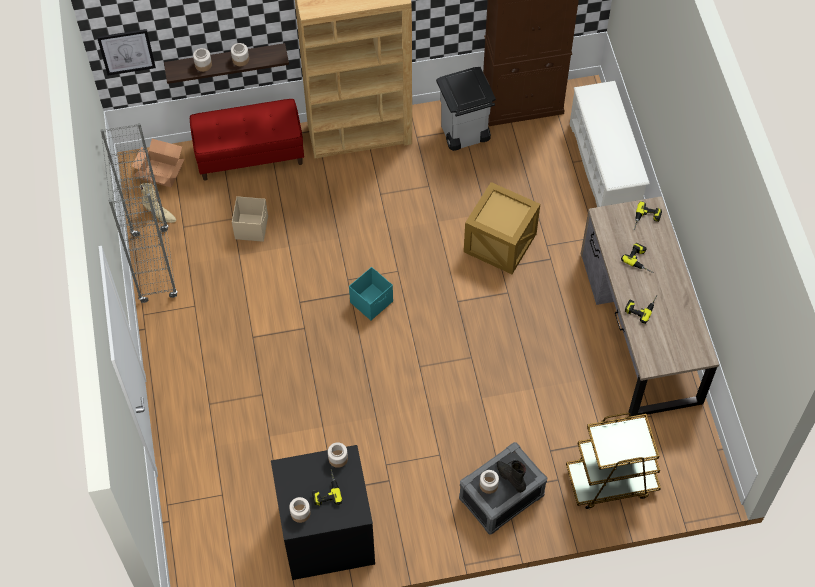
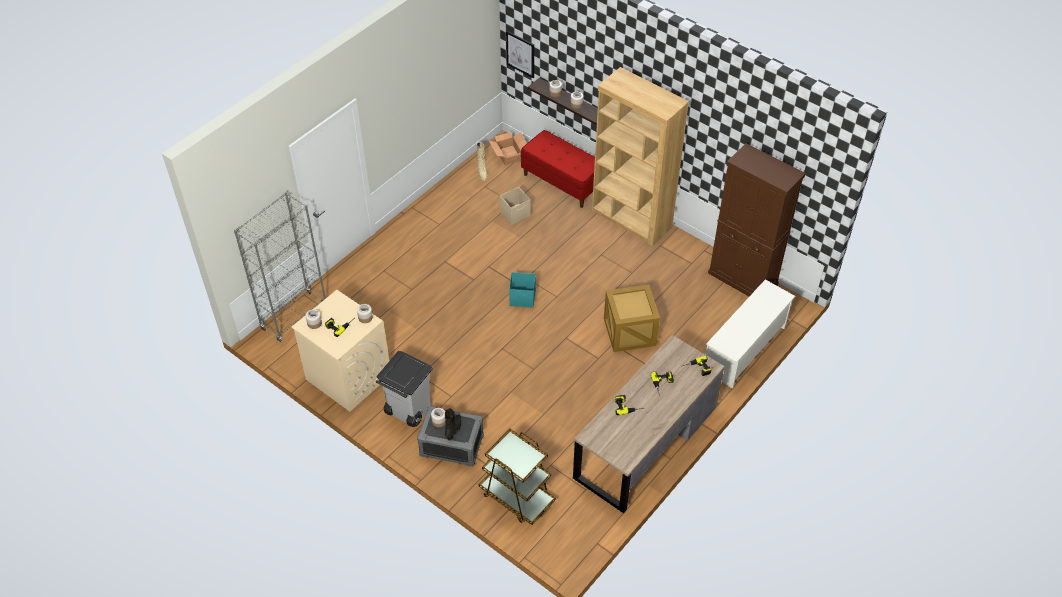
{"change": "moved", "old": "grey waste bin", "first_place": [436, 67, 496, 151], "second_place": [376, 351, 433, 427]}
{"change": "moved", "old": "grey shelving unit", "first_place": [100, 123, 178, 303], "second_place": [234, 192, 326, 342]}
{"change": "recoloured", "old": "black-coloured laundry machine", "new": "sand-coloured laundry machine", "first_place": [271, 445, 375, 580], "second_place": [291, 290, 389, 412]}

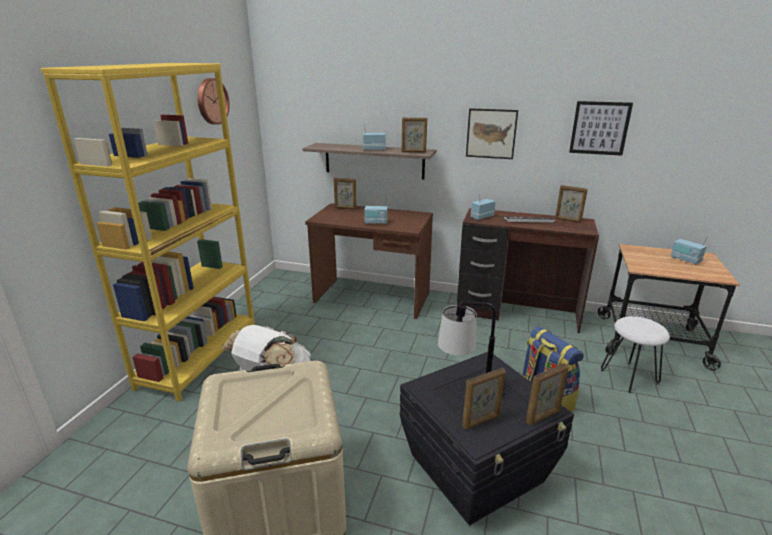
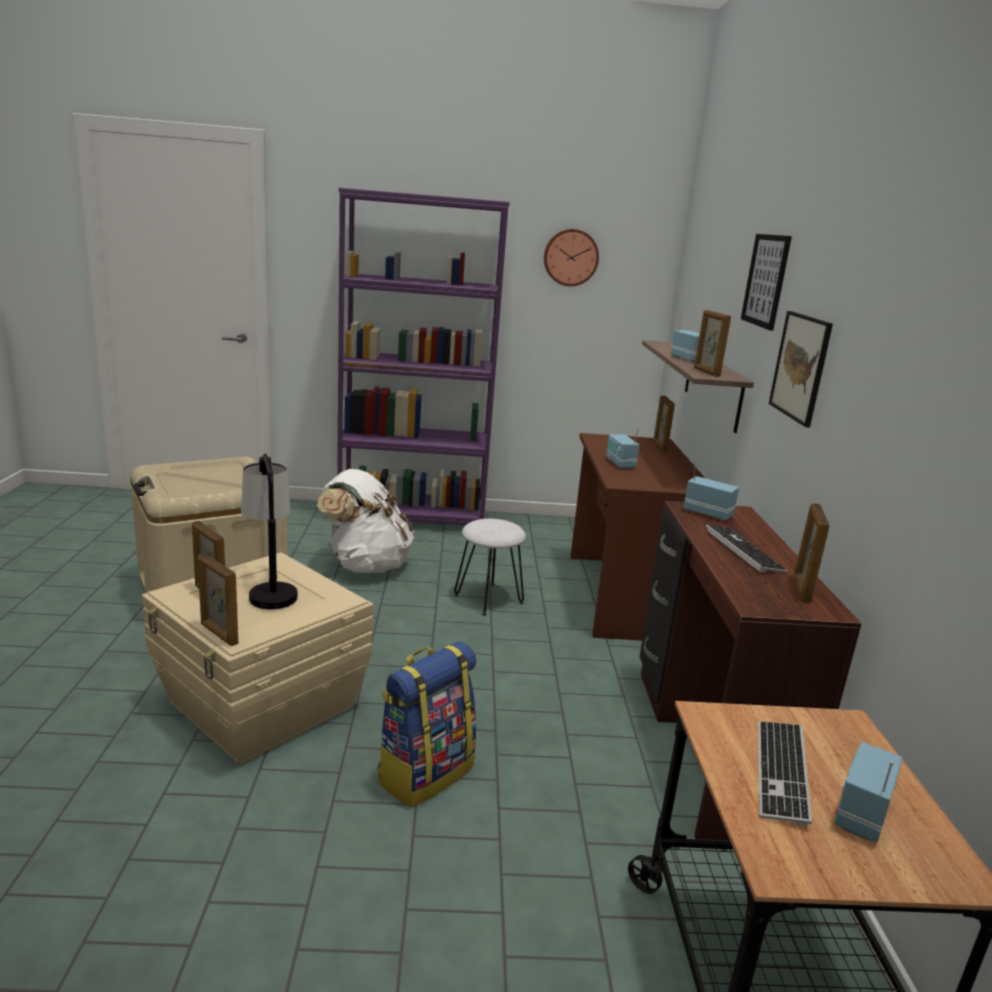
{"change": "recoloured", "old": "yellow shelving unit", "new": "purple shelving unit", "first_place": [41, 63, 255, 402], "second_place": [337, 188, 510, 525]}
{"change": "moved", "old": "wall art", "first_place": [569, 101, 633, 156], "second_place": [741, 234, 792, 331]}
{"change": "moved", "old": "white-coloured sitting stool", "first_place": [601, 316, 670, 393], "second_place": [454, 519, 526, 616]}
{"change": "recoloured", "old": "black-coloured storage box", "new": "sand-coloured storage box", "first_place": [400, 352, 574, 525], "second_place": [142, 552, 373, 765]}
{"change": "added", "new": "PC keyboard", "second_place": [758, 721, 812, 826]}

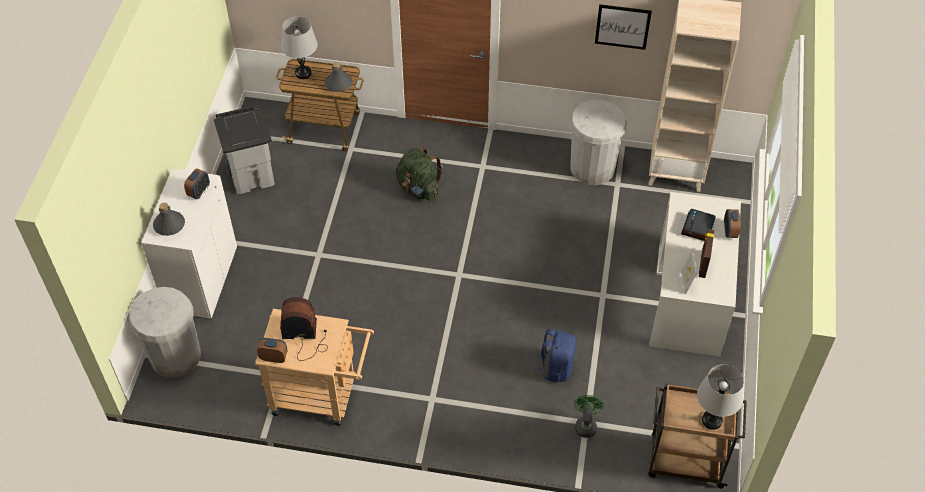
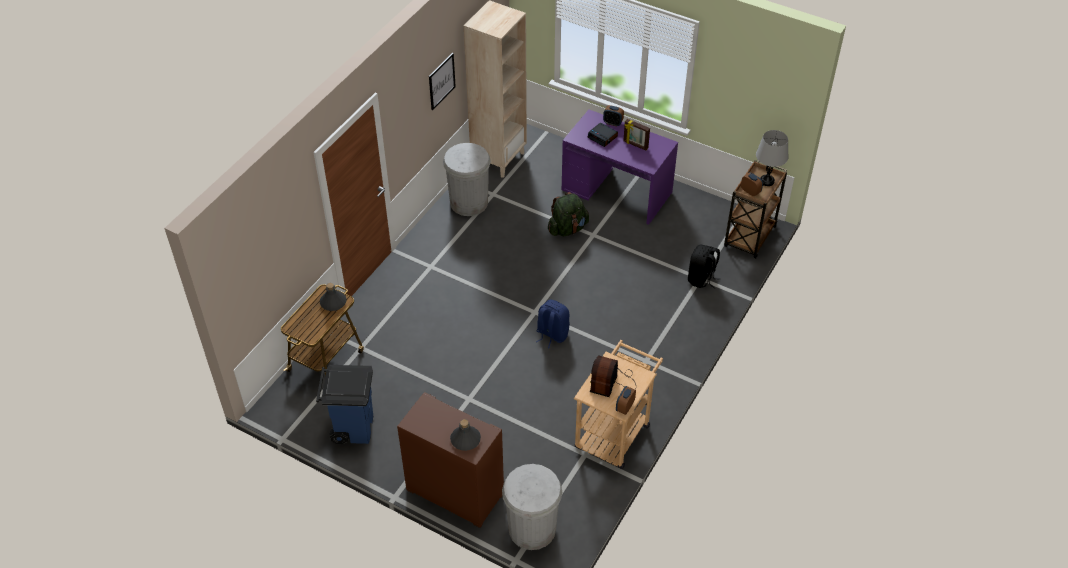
{"change": "removed", "old": "grey lamp for a table", "first_place": [281, 16, 318, 79]}
{"change": "recoloured", "old": "grey waste bin", "new": "blue waste bin", "first_place": [214, 105, 275, 194], "second_place": [316, 365, 373, 444]}
{"change": "moved", "old": "green-coloured rucksack", "first_place": [396, 148, 443, 201], "second_place": [548, 192, 589, 236]}
{"change": "recoloured", "old": "white-coloured cupboard", "new": "brown-coloured cupboard", "first_place": [141, 169, 237, 320], "second_place": [397, 392, 504, 528]}
{"change": "moved", "old": "bedside clock", "first_place": [184, 169, 210, 199], "second_place": [741, 172, 763, 196]}
{"change": "recoloured", "old": "white-coloured desk table", "new": "purple desk table", "first_place": [649, 192, 741, 357], "second_place": [562, 109, 678, 225]}
{"change": "removed", "old": "picture frame", "first_place": [681, 248, 698, 294]}
{"change": "moved", "old": "blue rucksack", "first_place": [533, 329, 576, 383], "second_place": [536, 299, 570, 349]}
{"change": "replaced", "old": "green-coloured electric fan", "new": "black-coloured rucksack", "first_place": [574, 395, 604, 438], "second_place": [688, 245, 721, 289]}

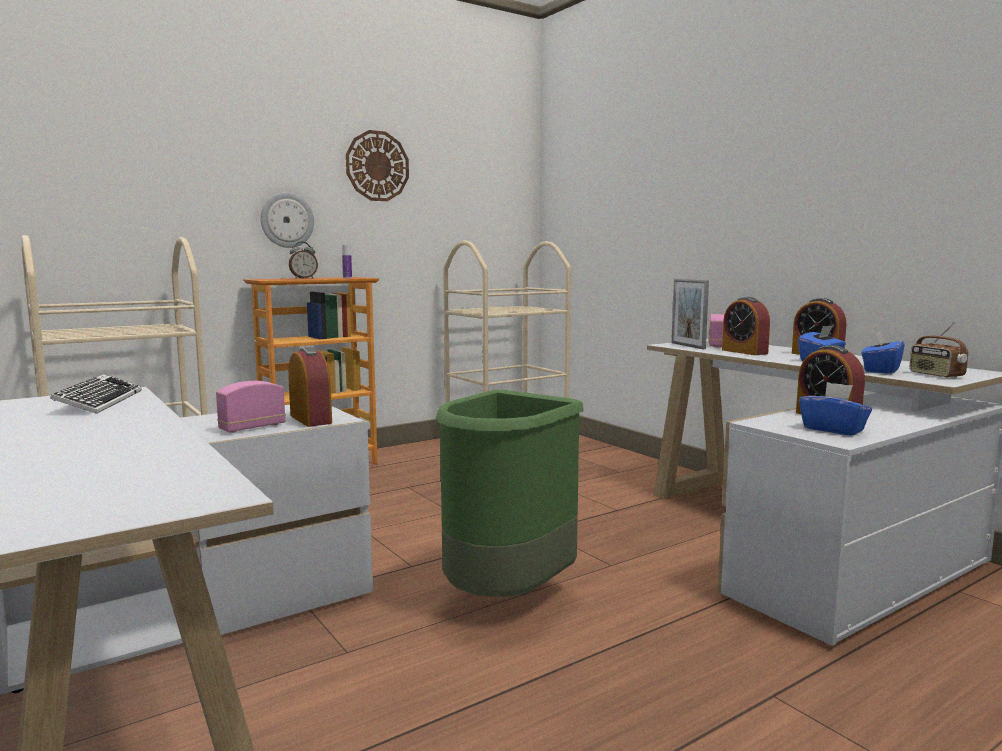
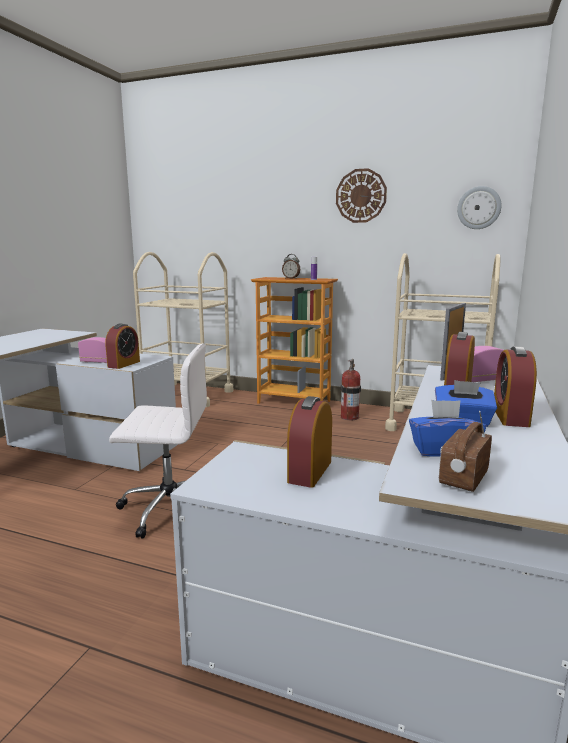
{"change": "moved", "old": "hanging clock", "first_place": [260, 192, 314, 248], "second_place": [457, 186, 502, 229]}
{"change": "removed", "old": "PC keyboard", "first_place": [50, 374, 142, 414]}
{"change": "removed", "old": "blue tissue holder", "first_place": [799, 382, 872, 436]}
{"change": "replaced", "old": "green-coloured waste bin", "new": "white-coloured computer chair", "first_place": [435, 390, 584, 597], "second_place": [109, 343, 207, 539]}
{"change": "added", "new": "fire-fighting cylinder", "second_place": [341, 359, 361, 420]}

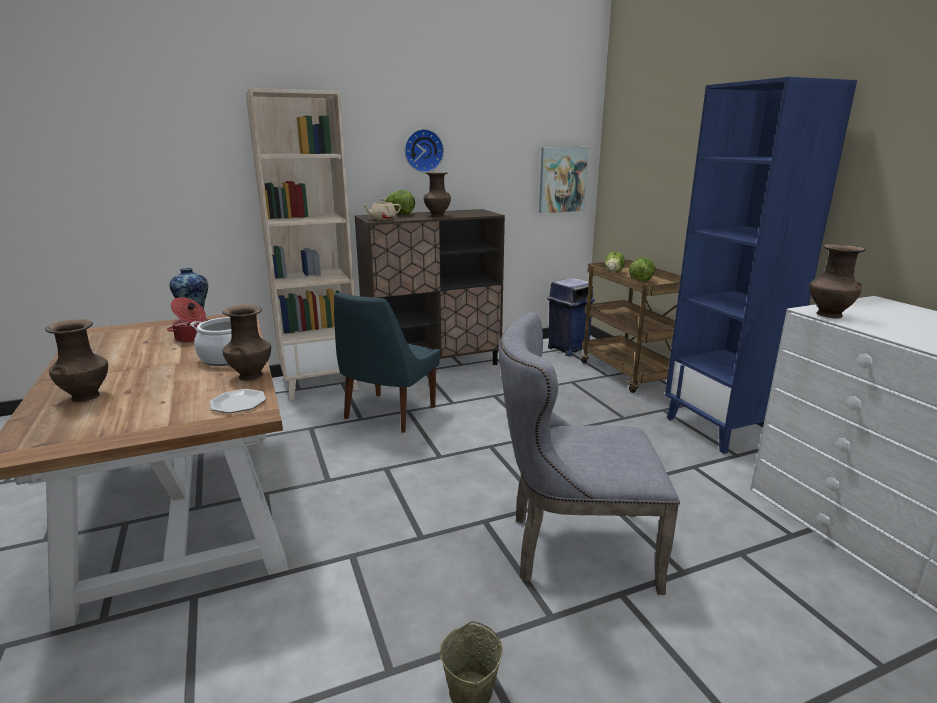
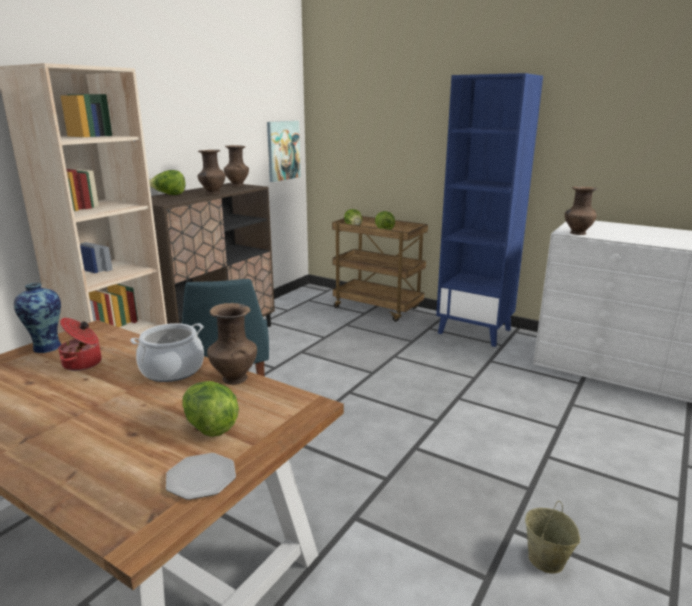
{"change": "removed", "old": "hanging clock", "first_place": [405, 129, 444, 172]}
{"change": "removed", "old": "sand-coloured teapot", "first_place": [362, 199, 401, 220]}
{"change": "removed", "old": "blue waste bin", "first_place": [547, 278, 595, 356]}
{"change": "removed", "old": "grey upright chair", "first_place": [499, 312, 680, 595]}
{"change": "moved", "old": "brown-coloured decorative vase", "first_place": [45, 319, 108, 402], "second_place": [224, 145, 249, 187]}
{"change": "moved", "old": "dinner plate", "first_place": [210, 389, 266, 413], "second_place": [166, 453, 236, 500]}
{"change": "added", "new": "lettuce head", "second_place": [182, 381, 239, 437]}

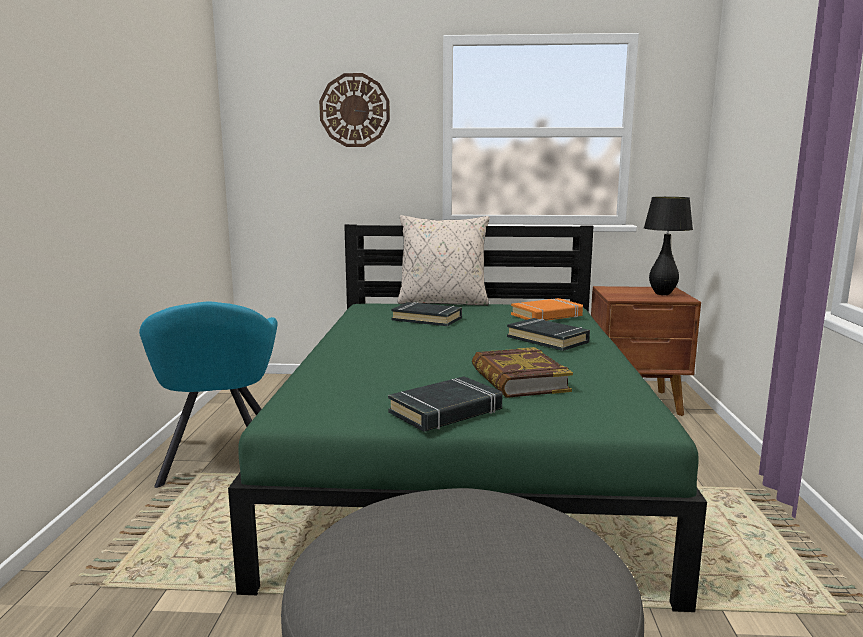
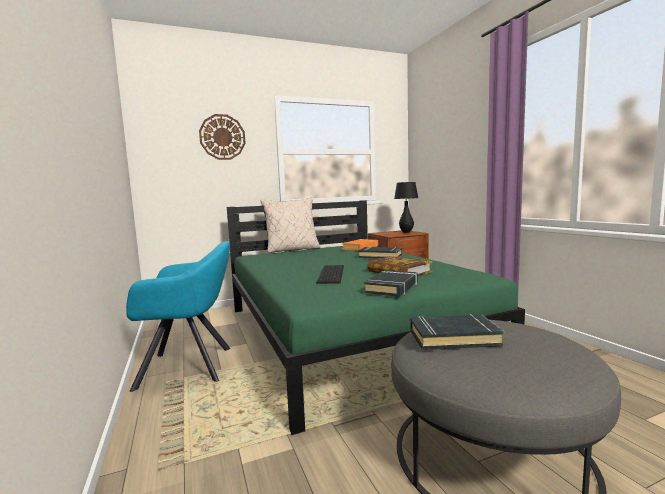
{"change": "turned", "old": "blue-green lounge chair", "first_place": [139, 302, 278, 488], "second_place": [126, 241, 231, 392], "degrees": -60}
{"change": "moved", "old": "black-coloured volume", "first_place": [391, 302, 462, 326], "second_place": [410, 314, 504, 350]}
{"change": "added", "new": "PC keyboard", "second_place": [316, 265, 344, 284]}

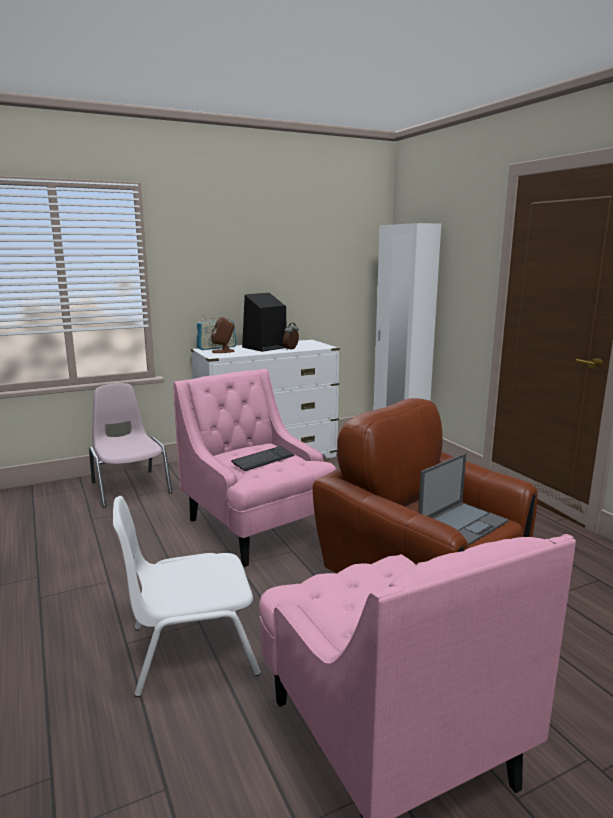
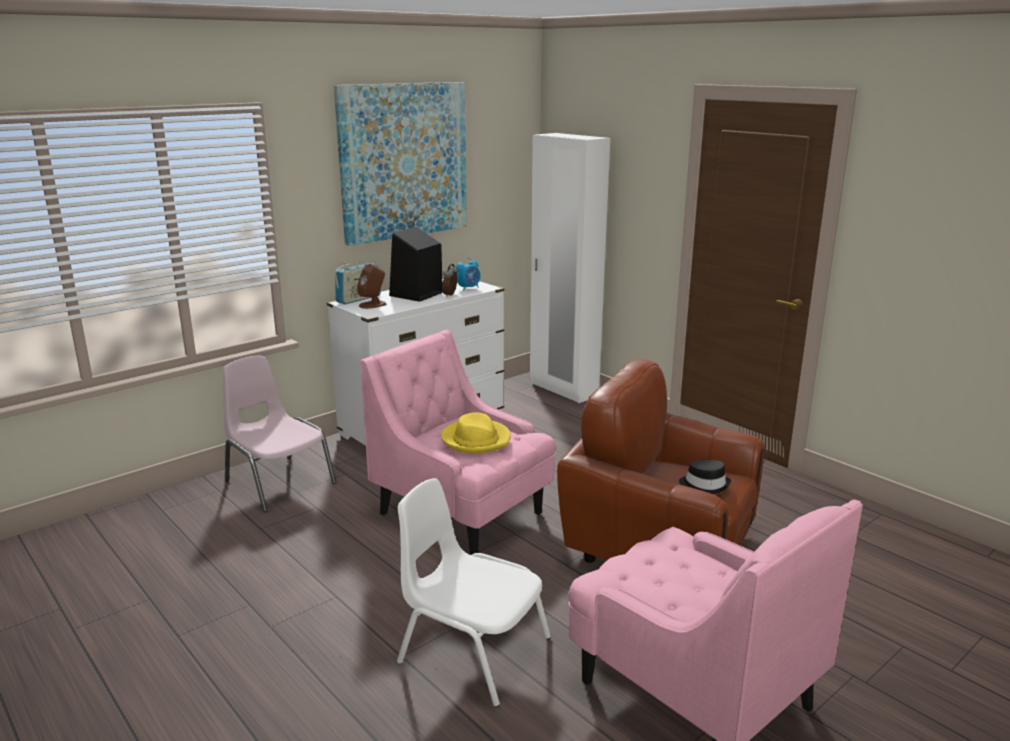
{"change": "replaced", "old": "PC keyboard", "new": "yellow hat", "first_place": [231, 446, 295, 471], "second_place": [441, 412, 511, 453]}
{"change": "replaced", "old": "portable computer", "new": "black-coloured hat", "first_place": [418, 453, 509, 545], "second_place": [679, 460, 731, 494]}
{"change": "turned", "old": "white-coloured upright chair", "first_place": [113, 496, 261, 697], "second_place": [397, 478, 551, 707], "degrees": 60}
{"change": "added", "new": "wall art", "second_place": [334, 82, 467, 246]}
{"change": "added", "new": "bedside clock", "second_place": [456, 257, 481, 291]}

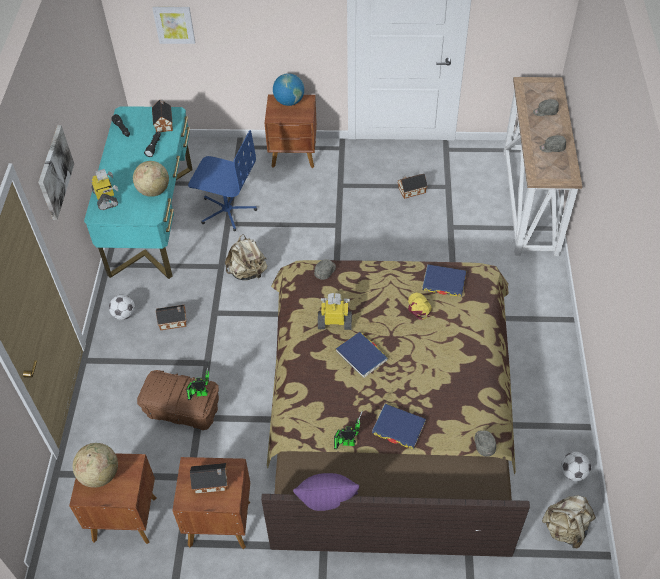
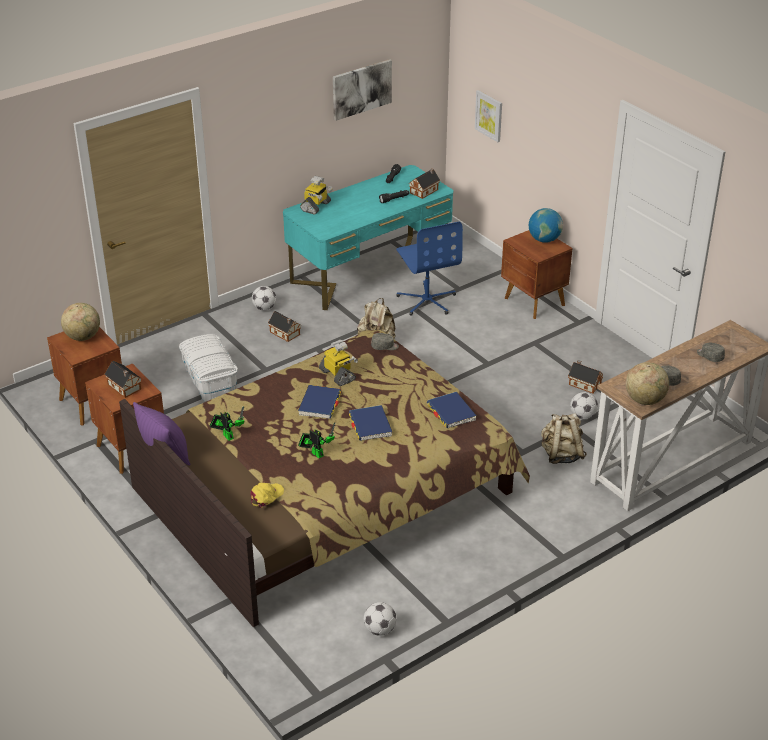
{"change": "moved", "old": "wall art", "first_place": [38, 125, 74, 220], "second_place": [333, 59, 392, 121]}
{"change": "moved", "old": "world globe", "first_place": [133, 161, 169, 197], "second_place": [626, 362, 669, 405]}
{"change": "moved", "old": "yellow baseball cap", "first_place": [408, 292, 432, 320], "second_place": [251, 483, 284, 508]}
{"change": "moved", "old": "robot figure", "first_place": [186, 362, 209, 400], "second_place": [298, 422, 336, 458]}
{"change": "recoloured", "old": "brown-coloured storage box", "new": "white-coloured storage box", "first_place": [137, 370, 219, 430], "second_place": [179, 334, 238, 402]}
{"change": "moved", "old": "blue volume", "first_place": [372, 404, 426, 449], "second_place": [349, 405, 392, 441]}
{"change": "removed", "old": "grey baseball cap", "first_place": [474, 431, 496, 457]}
{"change": "moved", "old": "sand-coloured rucksack", "first_place": [542, 495, 596, 548], "second_place": [541, 413, 587, 464]}
{"change": "added", "new": "ball for football", "second_place": [570, 392, 598, 419]}

